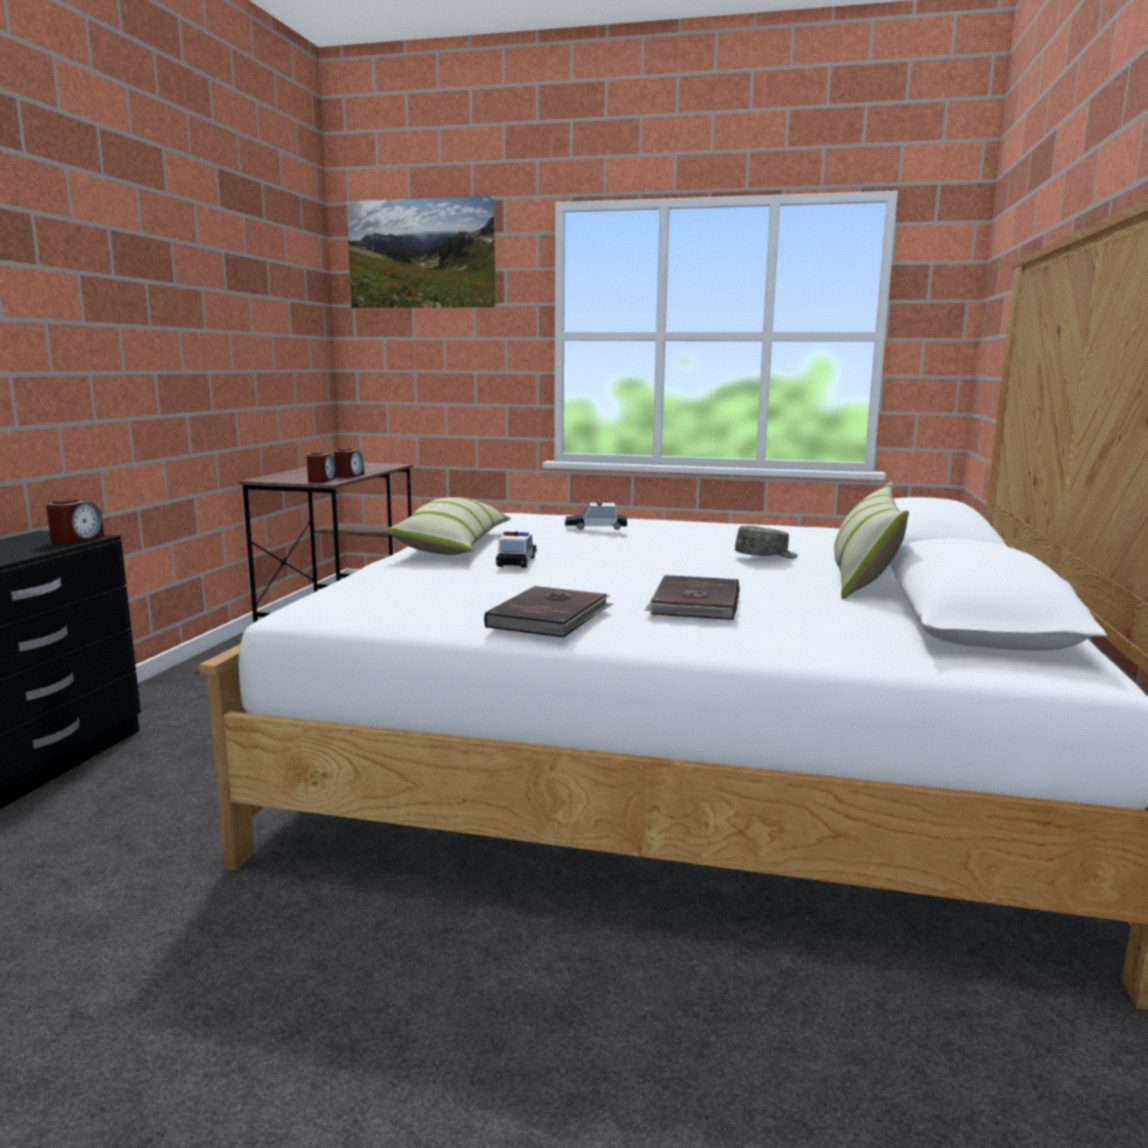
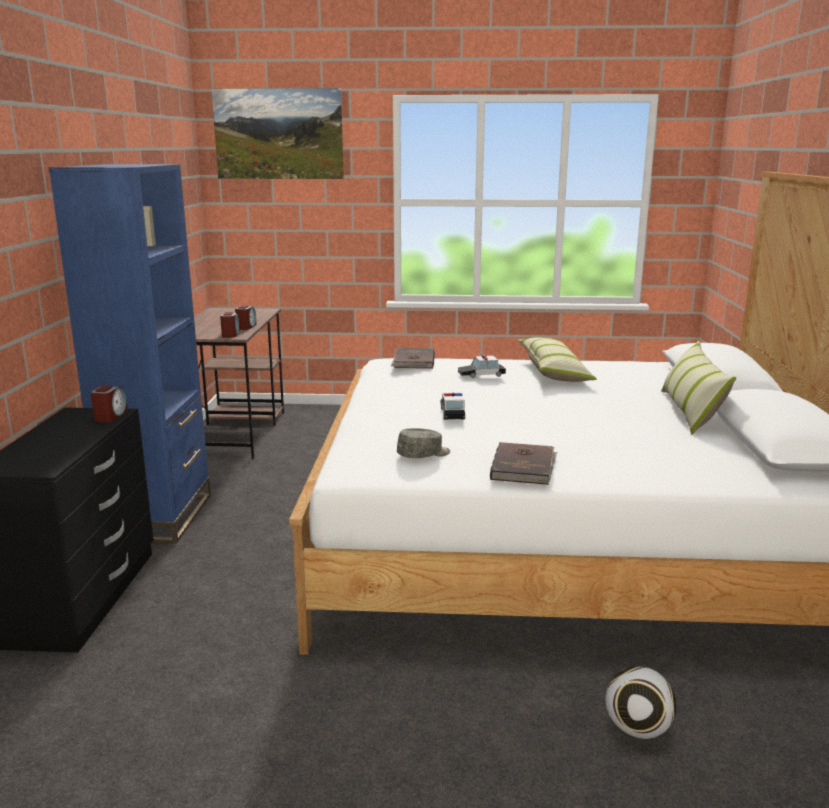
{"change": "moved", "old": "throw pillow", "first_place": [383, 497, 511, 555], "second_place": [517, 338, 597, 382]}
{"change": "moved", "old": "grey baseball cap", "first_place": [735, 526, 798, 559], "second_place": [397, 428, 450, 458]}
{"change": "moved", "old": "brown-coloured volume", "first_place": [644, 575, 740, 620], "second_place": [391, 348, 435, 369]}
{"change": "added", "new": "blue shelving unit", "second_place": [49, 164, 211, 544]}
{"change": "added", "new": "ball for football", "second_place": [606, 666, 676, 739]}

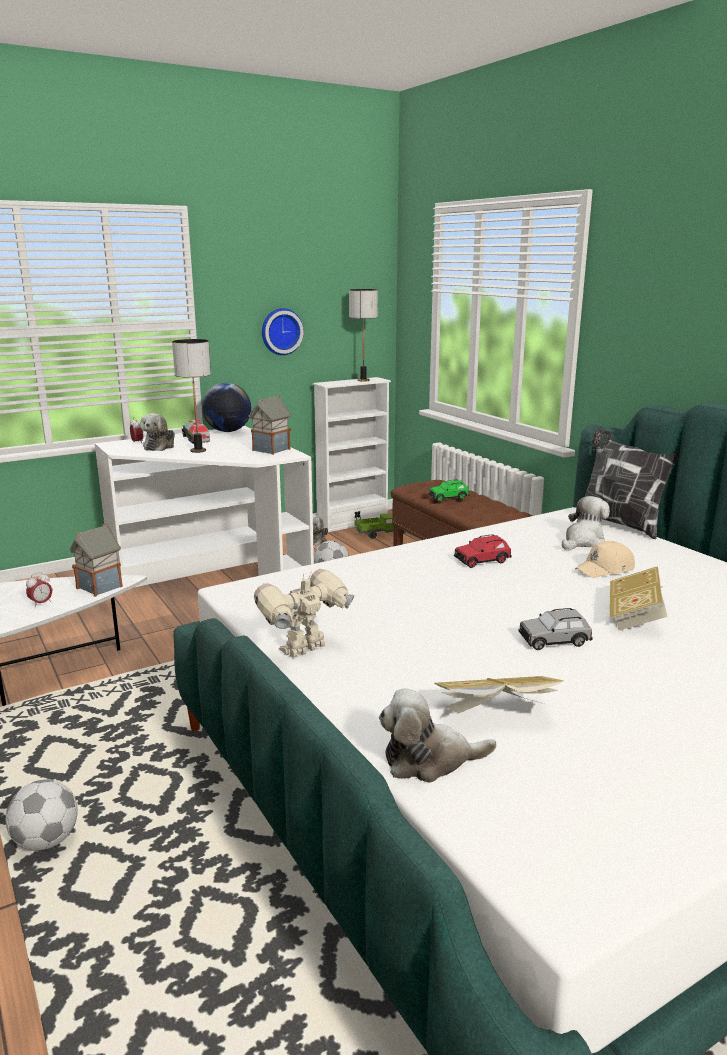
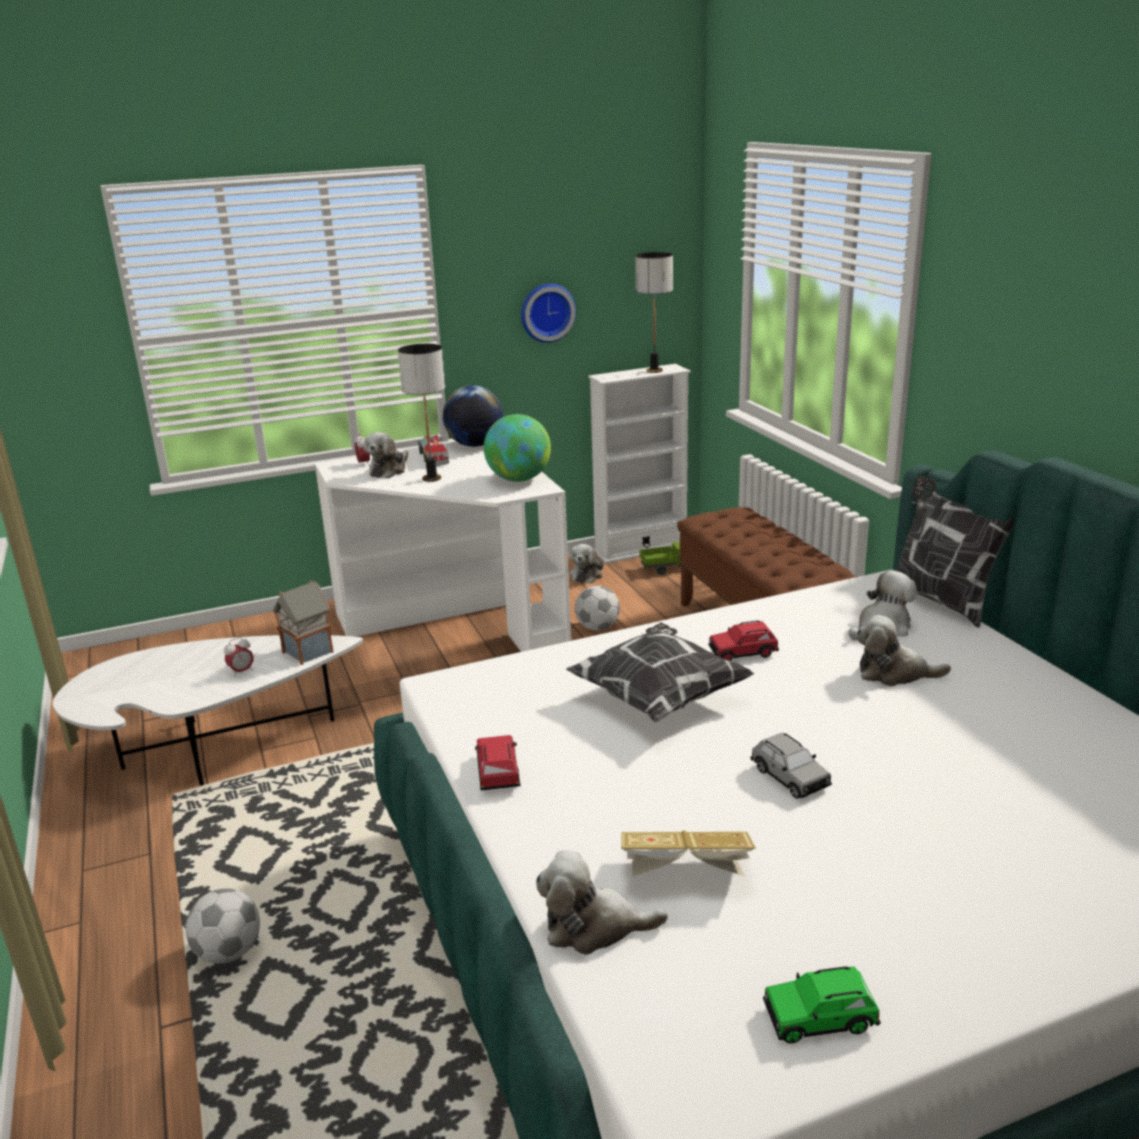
{"change": "replaced", "old": "toy house", "new": "world globe", "first_place": [249, 395, 291, 455], "second_place": [484, 414, 551, 482]}
{"change": "moved", "old": "green-coloured model car", "first_place": [429, 480, 470, 502], "second_place": [763, 966, 881, 1044]}
{"change": "replaced", "old": "sand-coloured baseball cap", "new": "cuddly toy", "first_place": [575, 541, 635, 578], "second_place": [856, 615, 951, 686]}
{"change": "removed", "old": "volume", "first_place": [610, 566, 668, 630]}
{"change": "replaced", "old": "robot figure", "new": "red model car", "first_place": [254, 569, 355, 658], "second_place": [475, 735, 520, 791]}
{"change": "turned", "old": "grey model car", "first_place": [518, 608, 593, 650], "second_place": [750, 732, 832, 799], "degrees": -120}
{"change": "added", "new": "throw pillow", "second_place": [566, 622, 754, 723]}

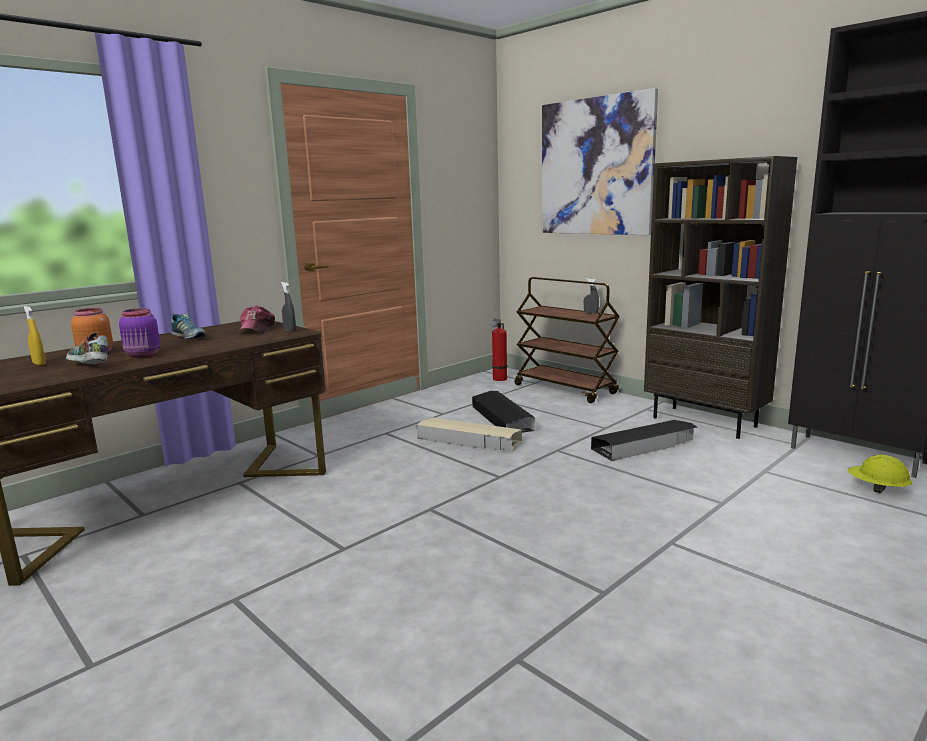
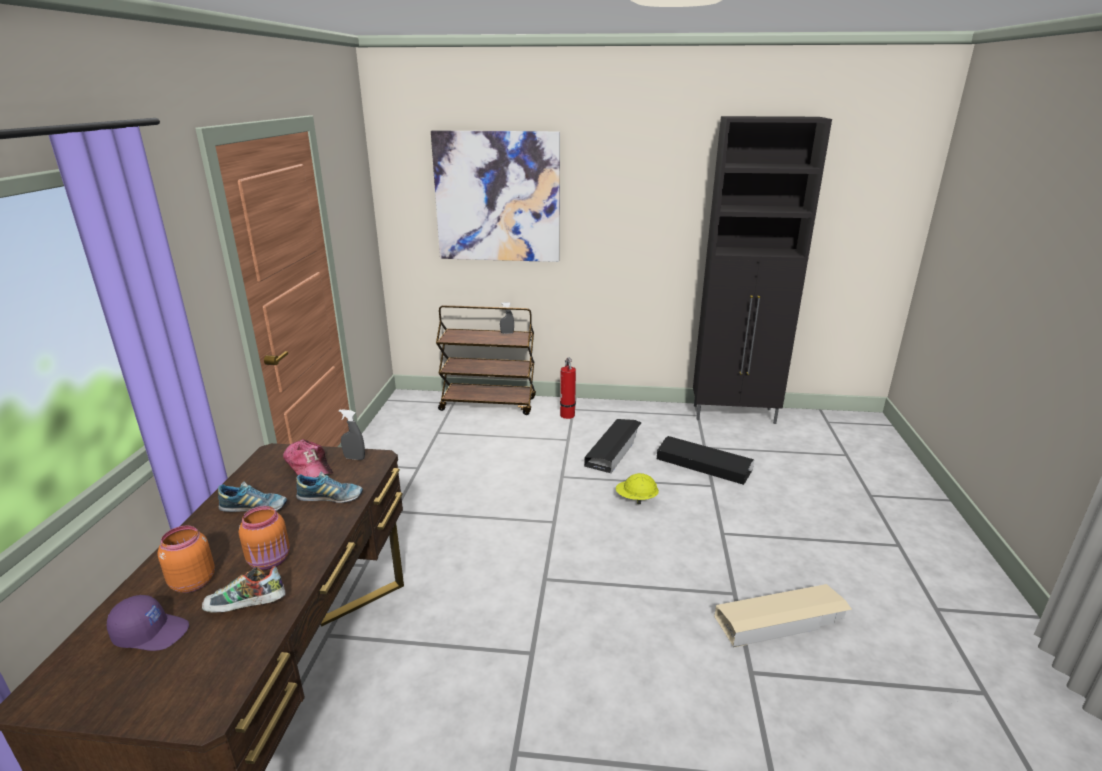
{"change": "removed", "old": "brown-coloured shelving unit", "first_place": [644, 156, 797, 439]}
{"change": "replaced", "old": "yellow spray bottle", "new": "purple baseball cap", "first_place": [24, 306, 46, 366], "second_place": [107, 595, 189, 651]}
{"change": "recoloured", "old": "purple preserve jar", "new": "orange preserve jar", "first_place": [119, 308, 160, 358], "second_place": [239, 506, 290, 570]}
{"change": "moved", "old": "fire-fighting cylinder", "first_place": [491, 318, 508, 381], "second_place": [560, 358, 576, 419]}
{"change": "moved", "old": "black-coloured storage box", "first_place": [472, 391, 535, 433], "second_place": [657, 436, 754, 485]}
{"change": "moved", "old": "sand-coloured storage box", "first_place": [417, 417, 522, 451], "second_place": [714, 584, 852, 647]}
{"change": "moved", "old": "yellow hard hat", "first_place": [848, 455, 912, 493], "second_place": [615, 473, 659, 504]}
{"change": "added", "new": "low shoe", "second_place": [296, 472, 363, 503]}

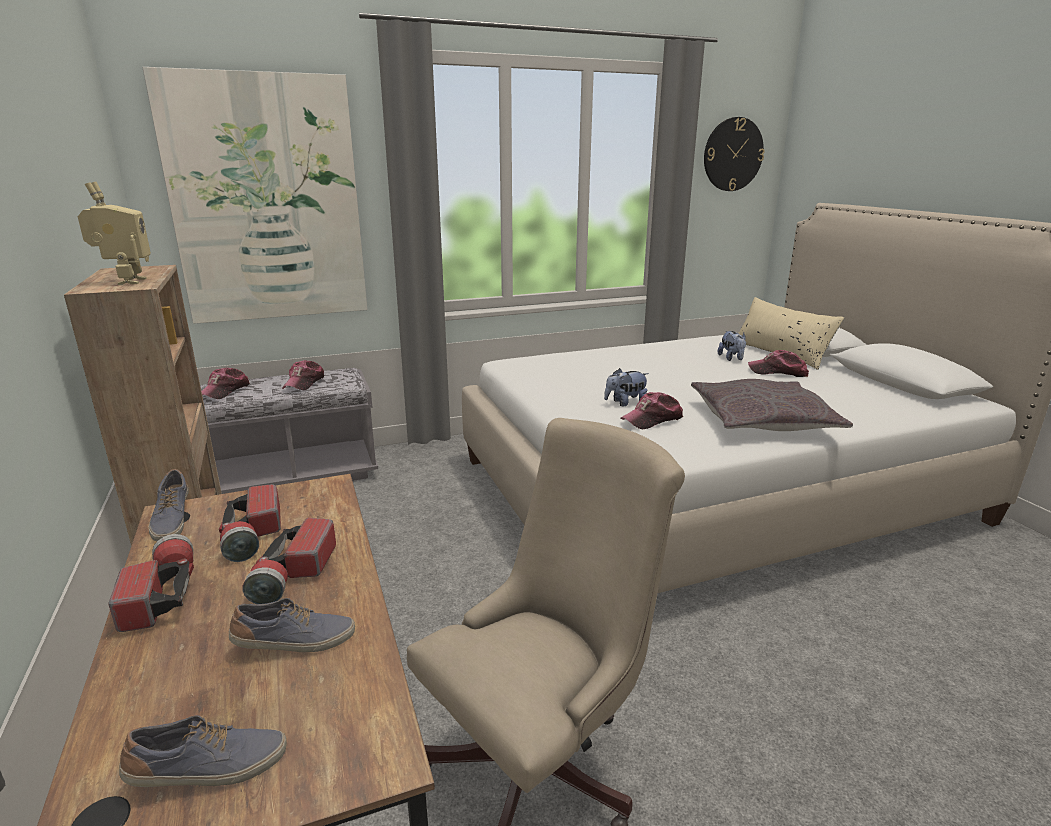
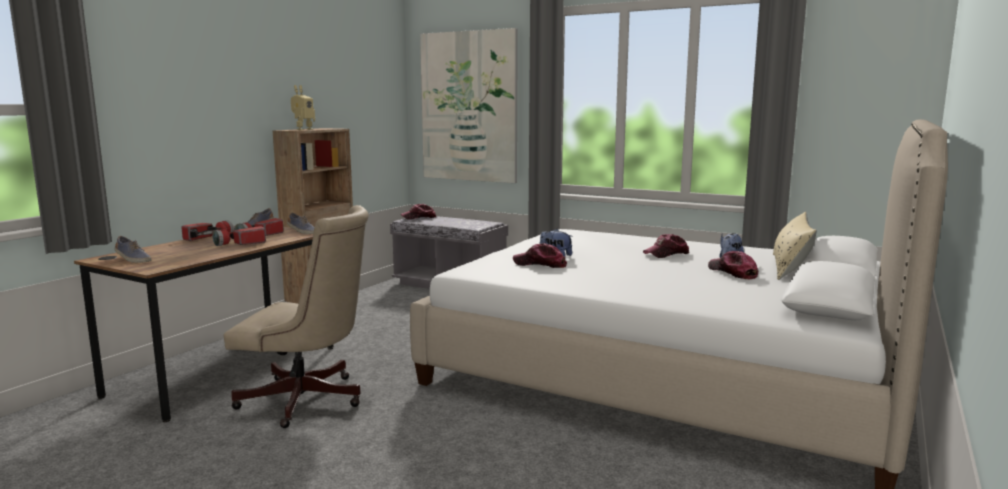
{"change": "removed", "old": "hanging clock", "first_place": [704, 117, 765, 191]}
{"change": "moved", "old": "baseball cap", "first_place": [282, 360, 324, 390], "second_place": [643, 234, 689, 258]}
{"change": "removed", "old": "grey throw pillow", "first_place": [691, 379, 853, 431]}
{"change": "moved", "old": "low shoe", "first_place": [229, 598, 355, 652], "second_place": [287, 213, 314, 234]}

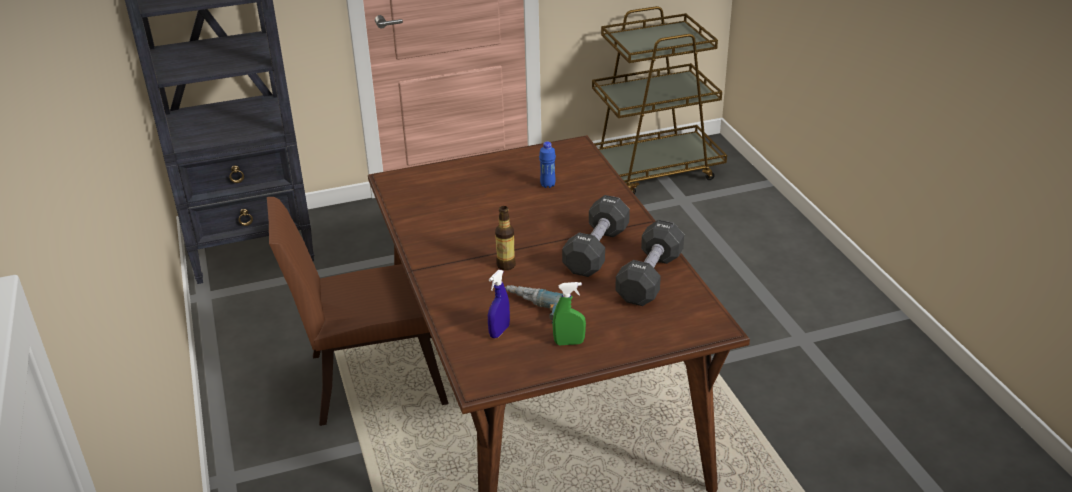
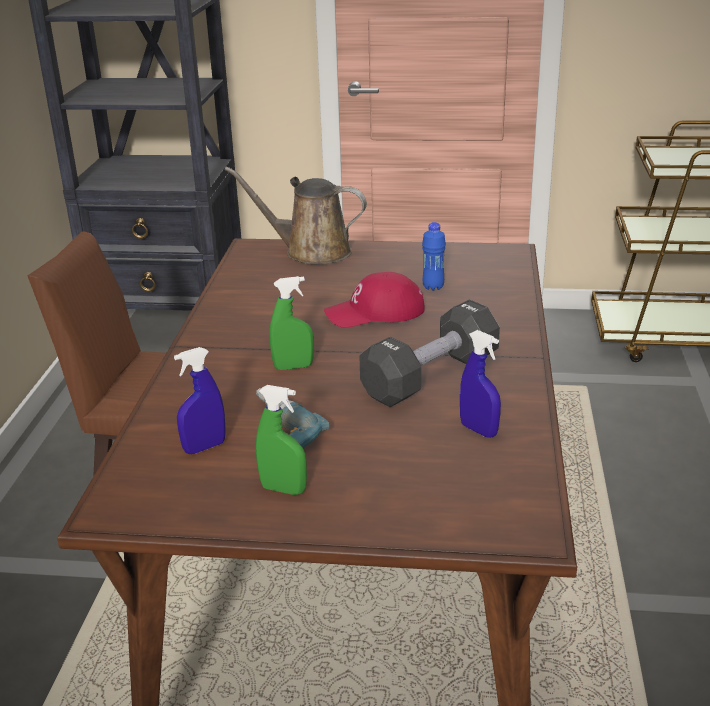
{"change": "replaced", "old": "beverage bottle", "new": "green-coloured spray bottle", "first_place": [495, 206, 516, 270], "second_place": [270, 276, 314, 370]}
{"change": "replaced", "old": "black-coloured free weight", "new": "blue spray bottle", "first_place": [615, 220, 684, 306], "second_place": [460, 330, 501, 438]}
{"change": "added", "new": "brown-coloured watering pot", "second_place": [225, 167, 367, 265]}
{"change": "added", "new": "red baseball cap", "second_place": [324, 272, 425, 327]}

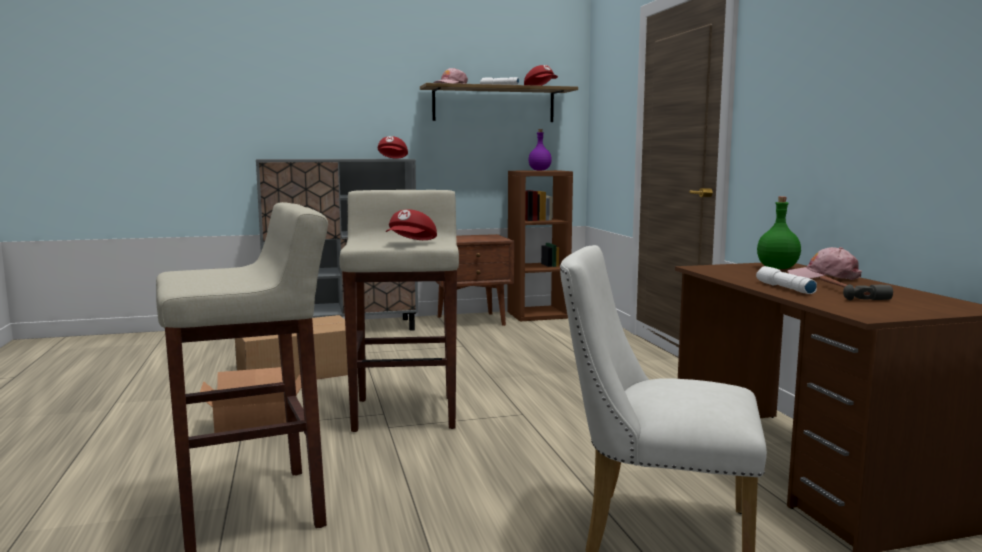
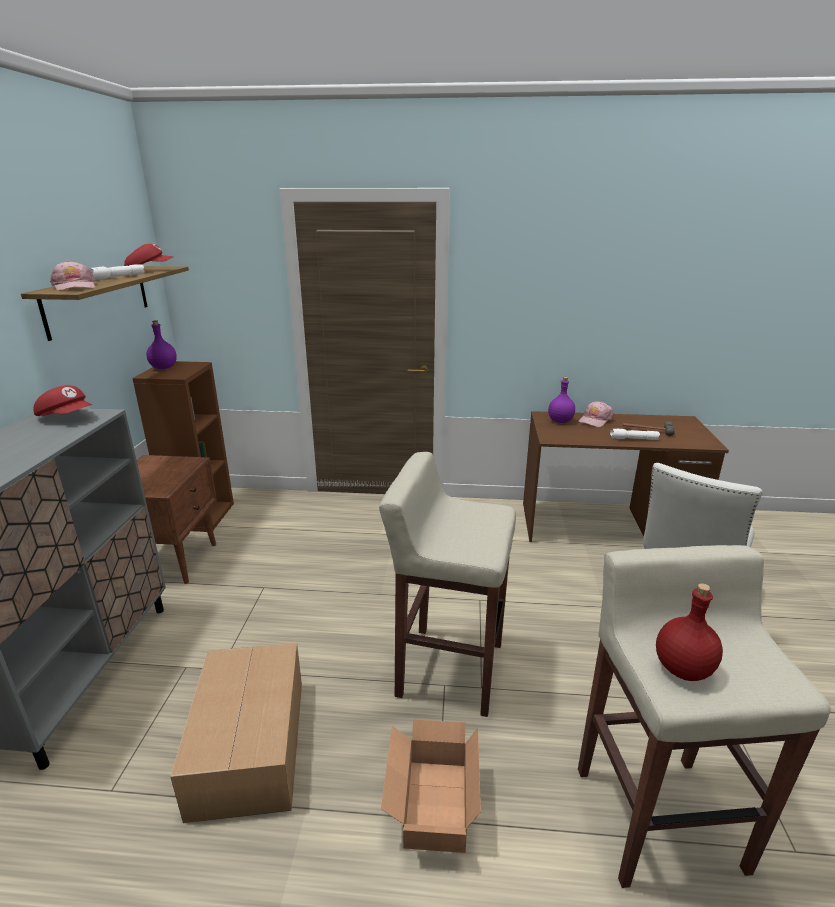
{"change": "recoloured", "old": "green-coloured beverage bottle", "new": "purple beverage bottle", "first_place": [757, 197, 801, 269], "second_place": [548, 377, 575, 423]}
{"change": "removed", "old": "red baseball cap", "first_place": [386, 209, 437, 240]}
{"change": "added", "new": "red beverage bottle", "second_place": [656, 583, 723, 681]}

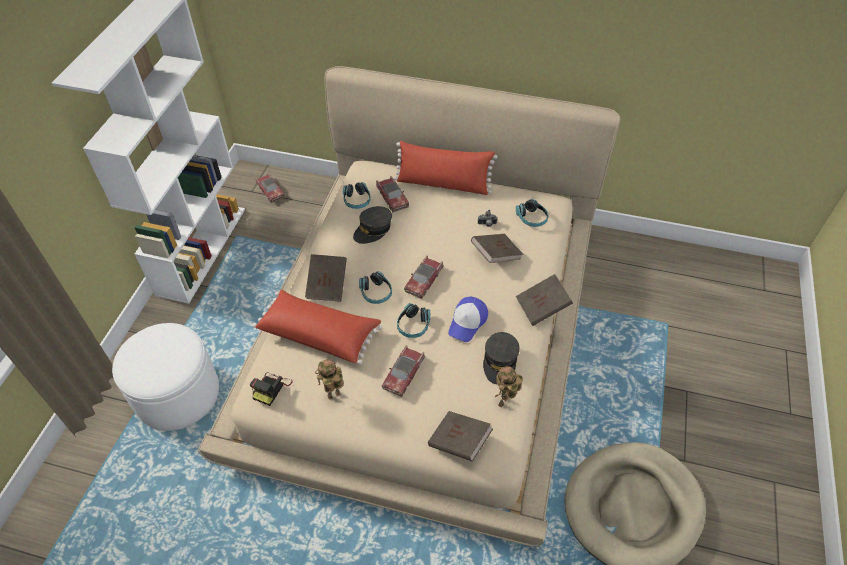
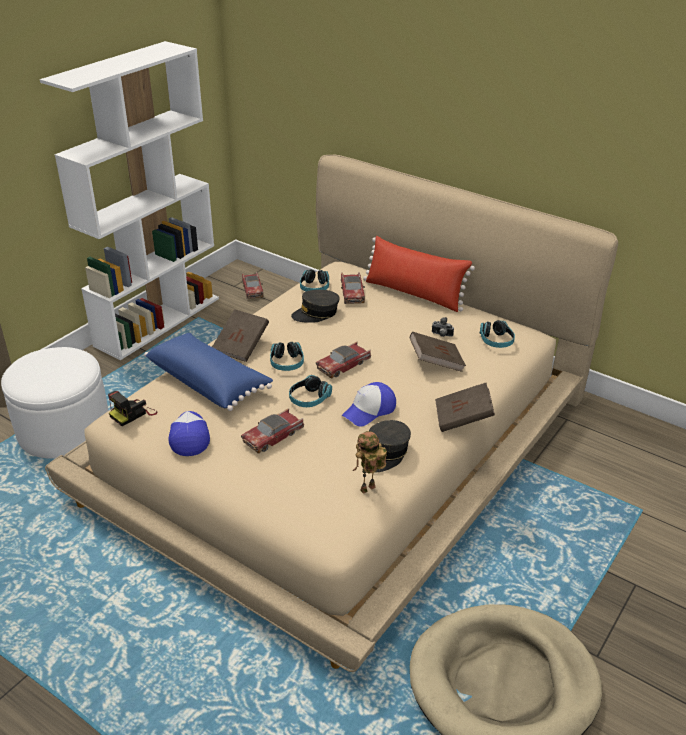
{"change": "recoloured", "old": "red throw pillow", "new": "blue throw pillow", "first_place": [252, 290, 383, 364], "second_place": [144, 333, 273, 411]}
{"change": "replaced", "old": "robot figure", "new": "baseball cap", "first_place": [315, 359, 344, 400], "second_place": [168, 411, 210, 456]}
{"change": "removed", "old": "brown-coloured volume", "first_place": [428, 411, 493, 462]}

